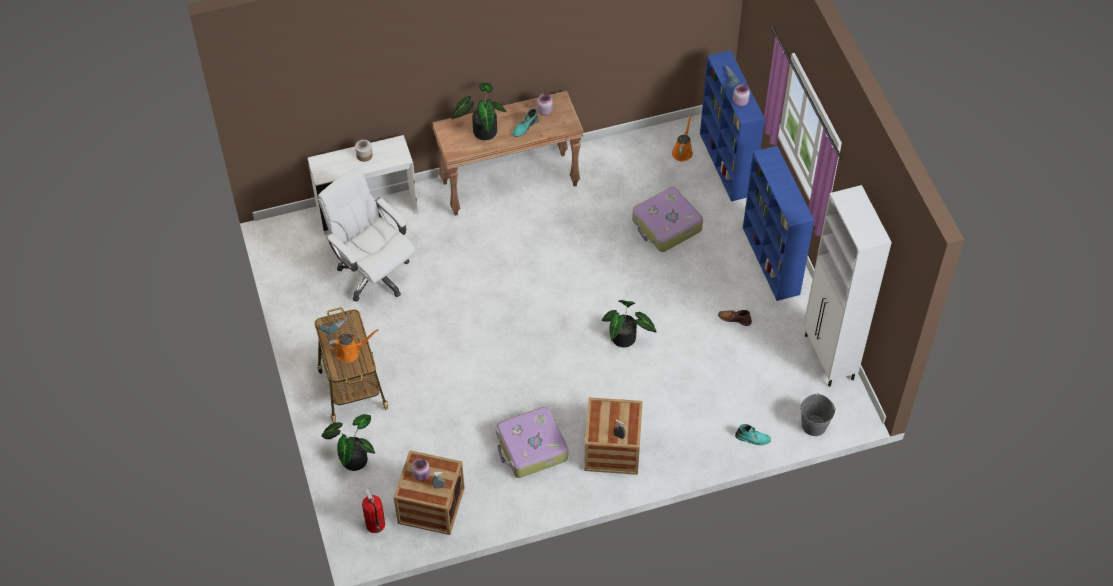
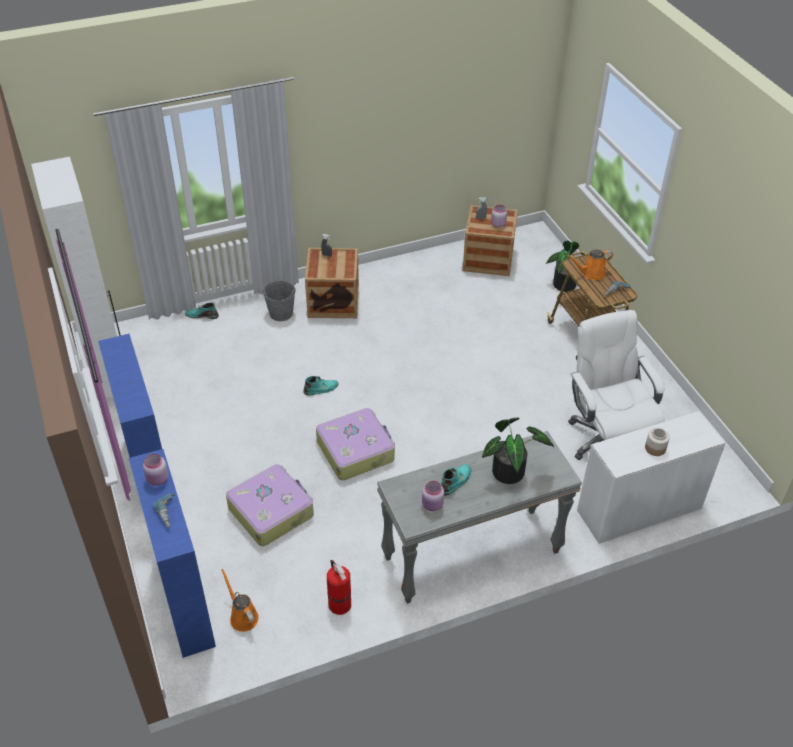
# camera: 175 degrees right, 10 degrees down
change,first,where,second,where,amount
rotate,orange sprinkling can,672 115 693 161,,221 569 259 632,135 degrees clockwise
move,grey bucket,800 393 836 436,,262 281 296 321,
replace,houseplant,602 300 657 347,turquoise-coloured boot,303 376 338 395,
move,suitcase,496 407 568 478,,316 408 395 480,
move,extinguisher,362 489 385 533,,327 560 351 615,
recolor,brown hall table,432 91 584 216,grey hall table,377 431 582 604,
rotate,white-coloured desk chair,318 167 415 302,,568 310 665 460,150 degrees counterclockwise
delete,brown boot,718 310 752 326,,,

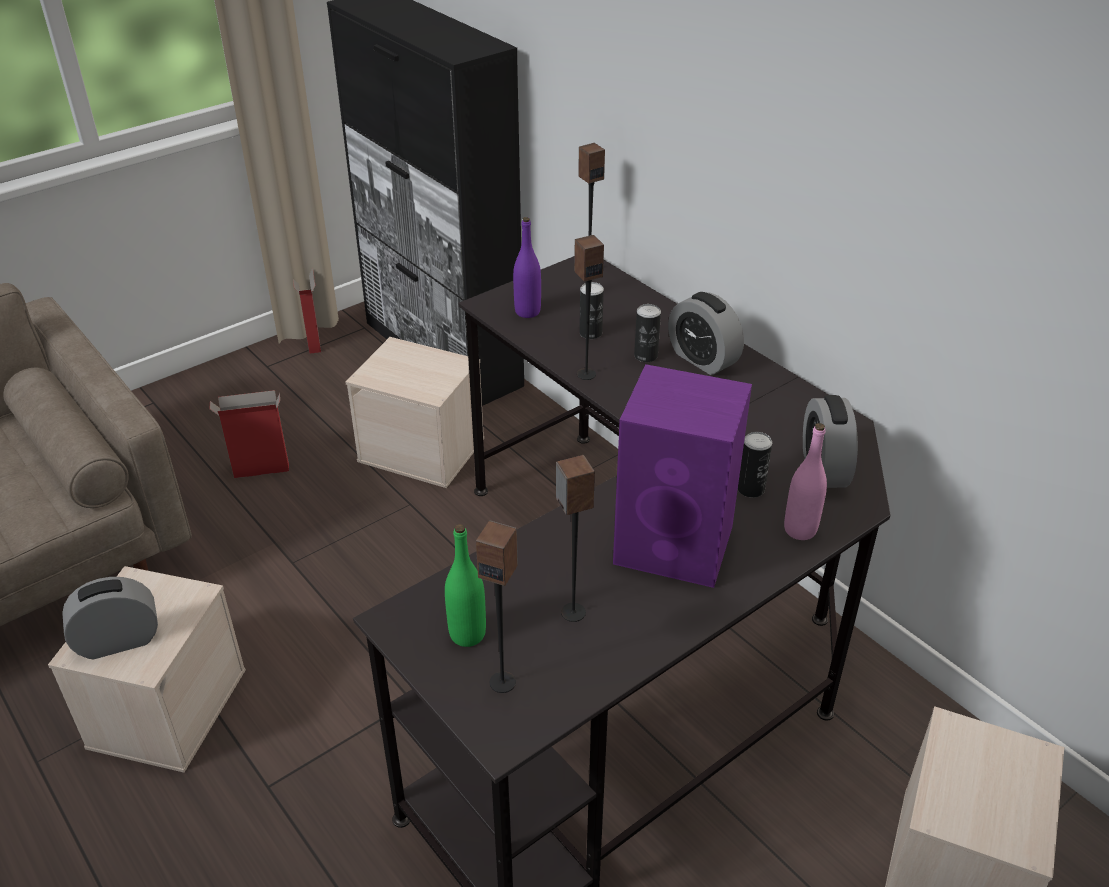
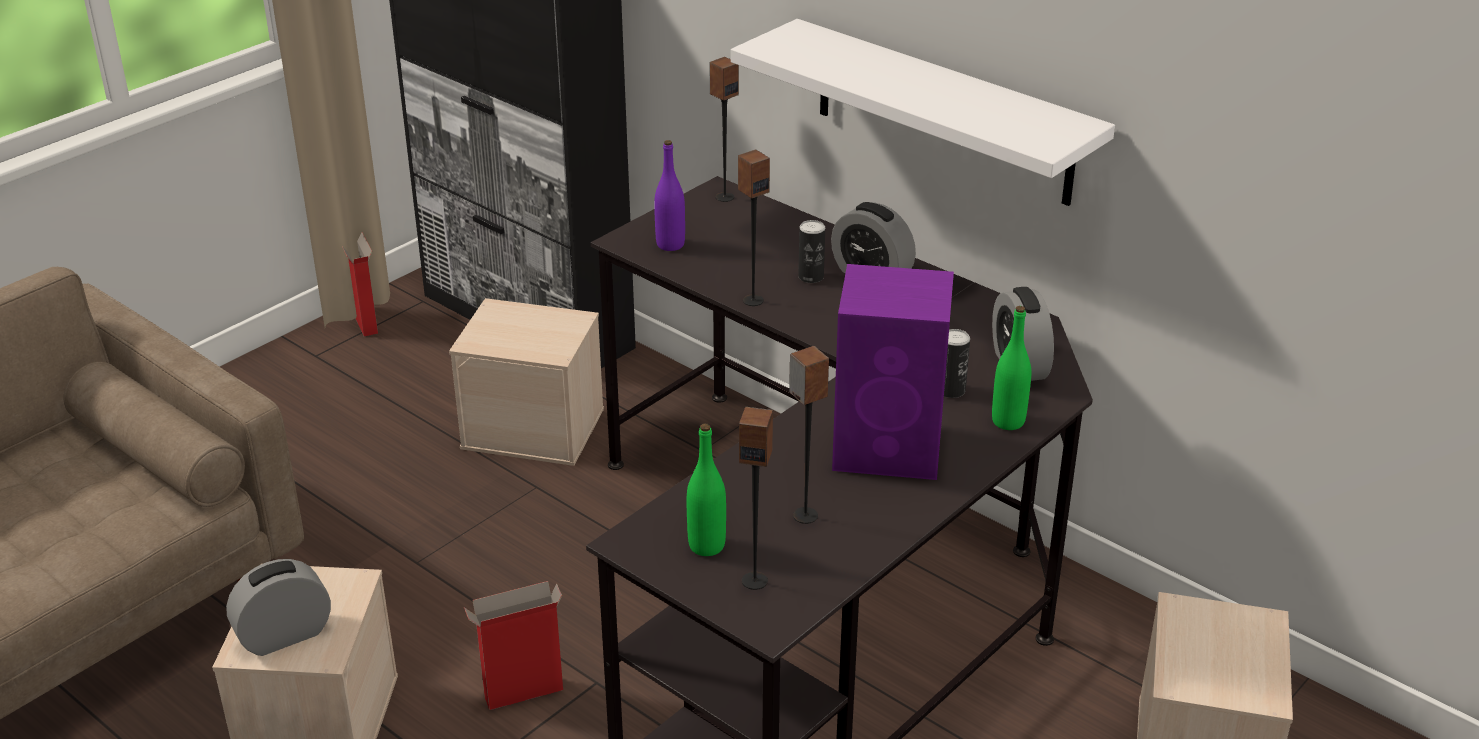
# camera: 10 degrees left, 5 degrees down
change,first,where,second,where,amount
move,packing box,210 390 289 478,,464 581 563 710,
insert,,,white-coloured shelf,731 19 1115 206,
recolor,pinkish bottle,784 423 827 540,green bottle,992 306 1031 430,
delete,can,579 282 604 339,,,

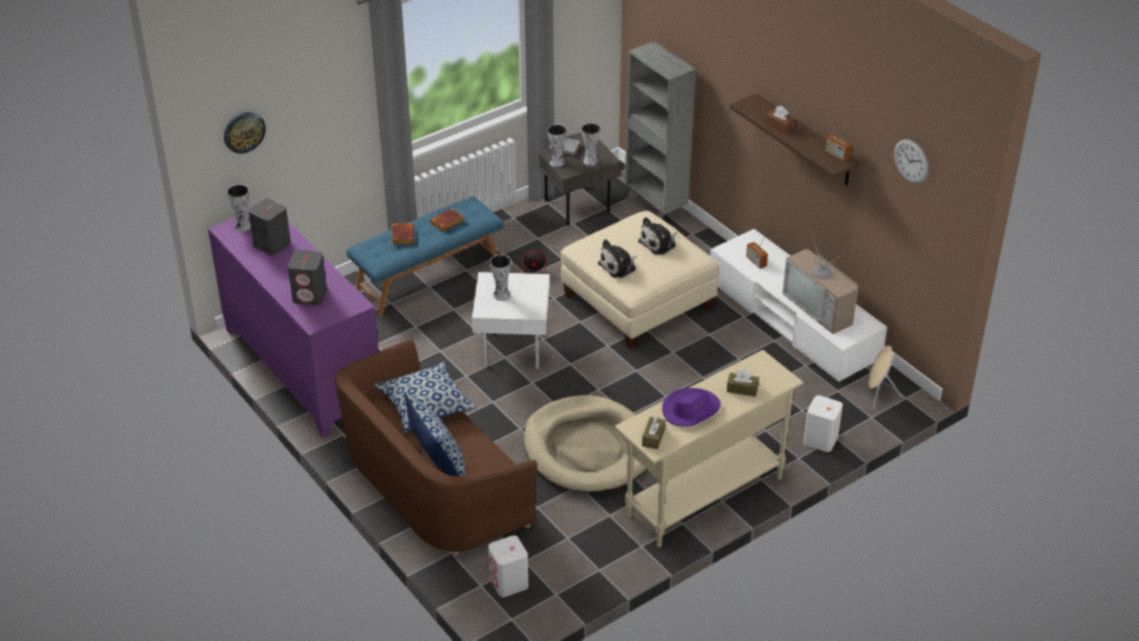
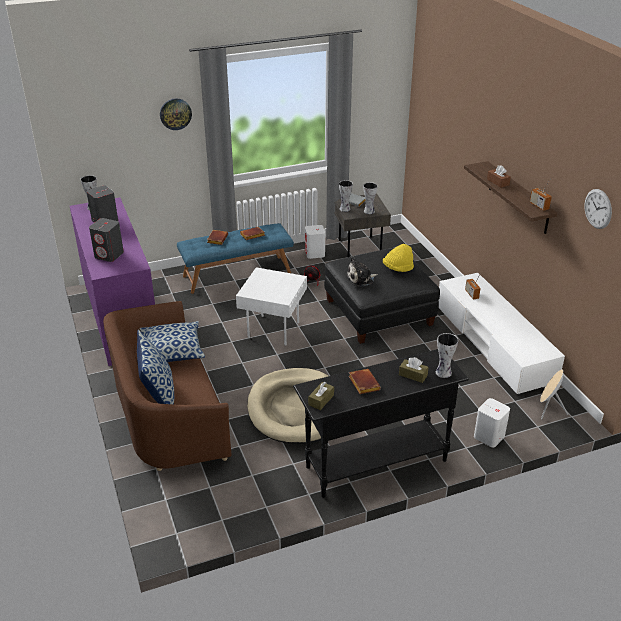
# camera: 15 degrees right, 5 degrees down
change,first,where,second,where,amount
move,wall clock,224 112 266 154,,160 98 192 130,
recolor,sand-coloured hall table,614 350 804 547,black hall table,293 349 469 498,
move,white-coloured speaker,488 535 528 597,,305 225 325 259,
recolor,sand-coloured footrest,561 211 719 349,black footrest,324 248 440 344,
replace,purple wearable hat,662 388 721 427,brown bound book,349 369 381 394,
replace,plush toy,638 217 677 255,yellow wearable hat,383 244 414 272,
move,vase,490 255 511 301,,436 333 459 378,
delete,grey bookcase,625 41 696 219,,,
delete,television,783 228 858 334,,,

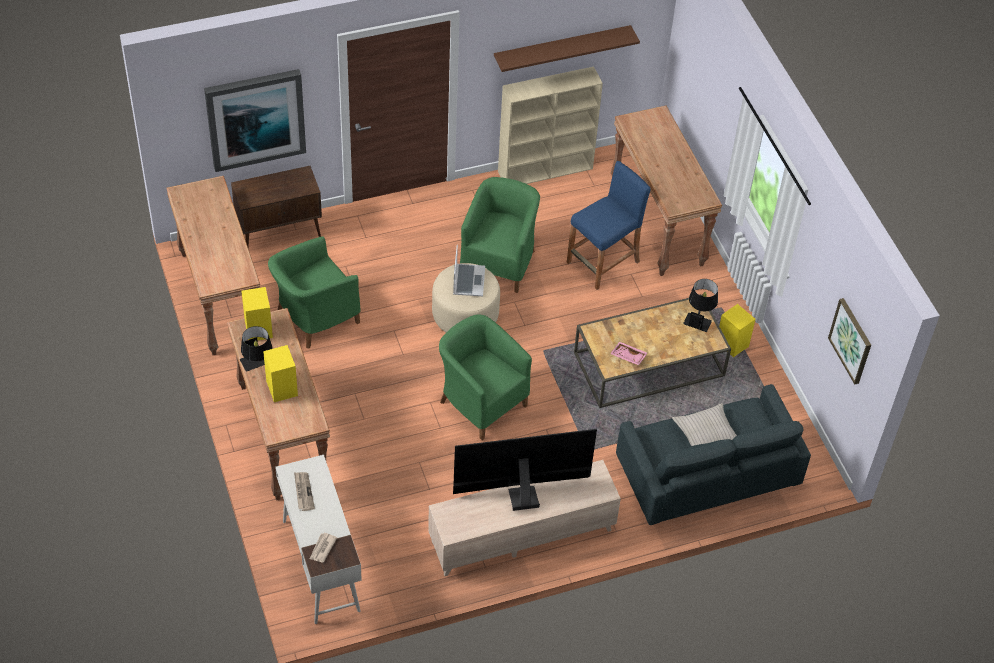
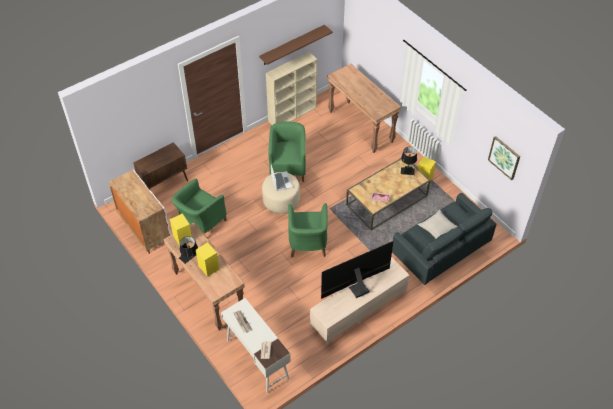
# camera: 15 degrees left, 0 degrees up
change,first,where,second,where,amount
replace,brown hall table,166 176 260 355,white-coloured storage cabinet,108 169 171 254,
rotate,green lounge chair,439 315 532 440,,288 203 328 258,120 degrees counterclockwise
delete,picture,204 69 306 172,,,
delete,blue sitting stool,567 161 651 290,,,

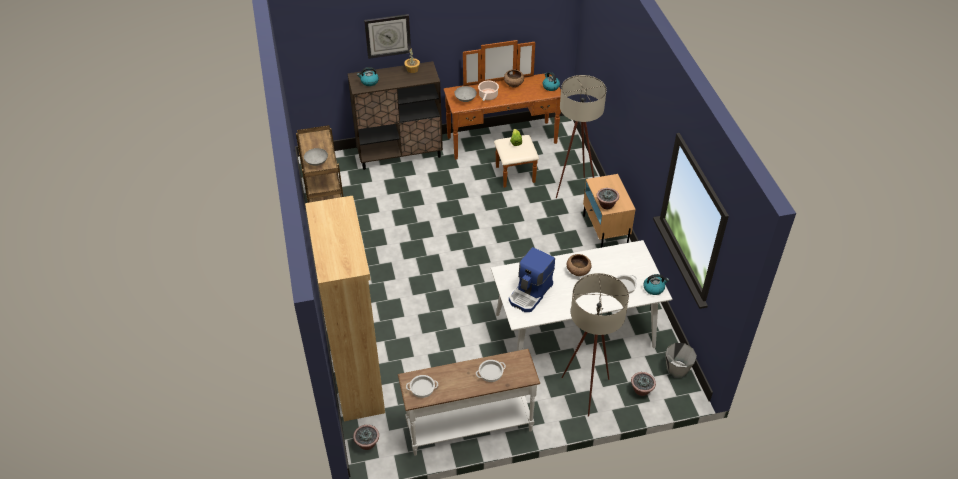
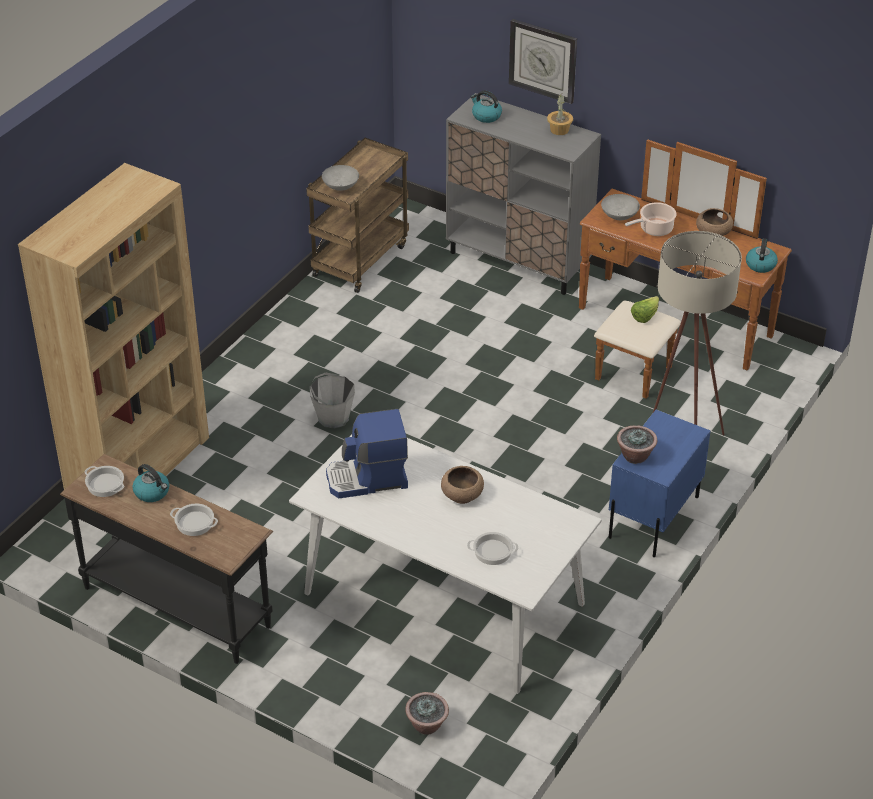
# camera: 45 degrees right, 5 degrees down
change,first,where,second,where,amount
recolor,white-coloured hall table,398 349 540 456,black hall table,60 454 273 664,
move,tea kettle,643 274 669 295,,132 464 169 502,
move,grey bucket,665 343 697 378,,310 372 355 429,
recolor,brown storage cabinet,347 61 443 170,grey storage cabinet,446 93 601 295,
recolor,sand-coloured night table,583 174 636 248,blue night table,609 410 710 557,
delete,houseplant,353 425 379 450,,,
delete,sand-coloured standing lamp,561 273 629 417,,,

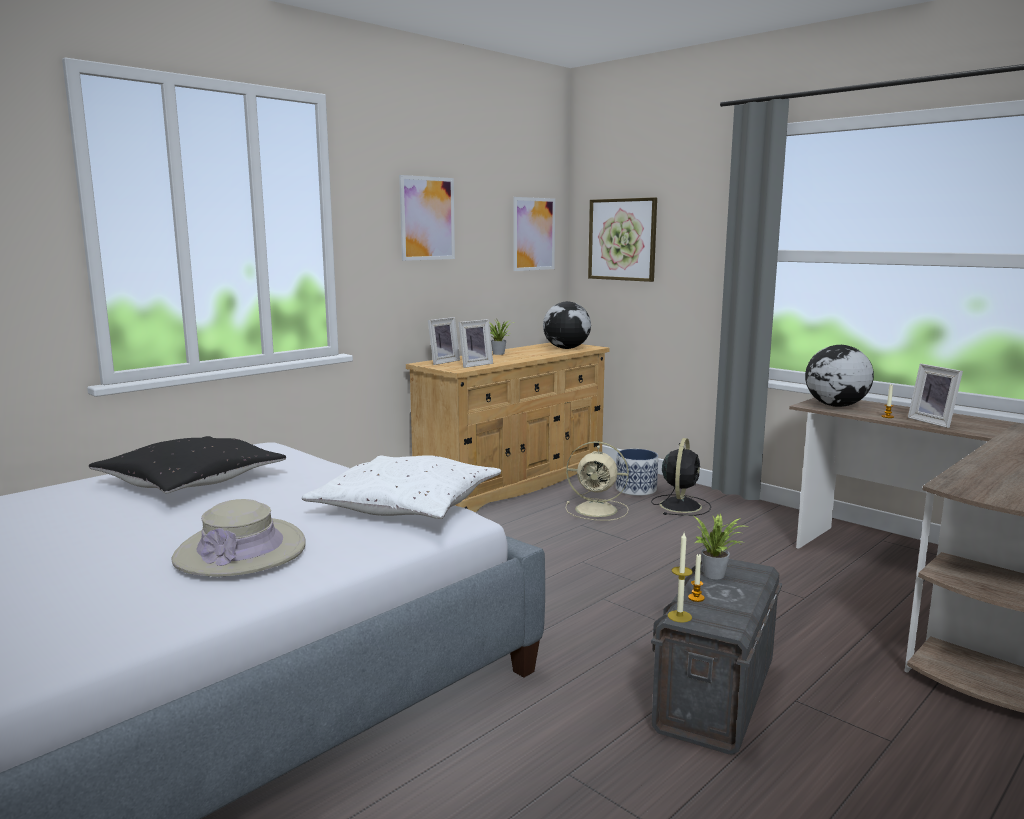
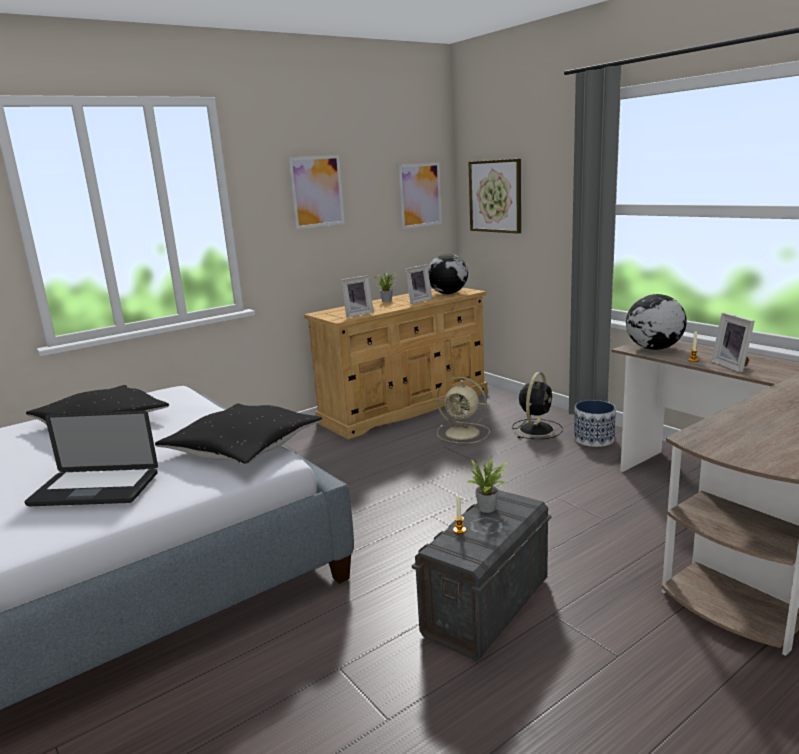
# camera: 10 degrees right, 5 degrees up
change,first,where,second,where,amount
replace,sand-coloured wearable hat,171 499 305 576,notebook computer,25 410 158 506,
recolor,white-coloured pillow,302 455 501 519,black pillow,155 403 322 465,
move,photo frame,428 317 460 365,,405 264 432 304,
move,planter,616 449 658 496,,574 400 616 447,
delete,wax candle,668 533 693 623,,,

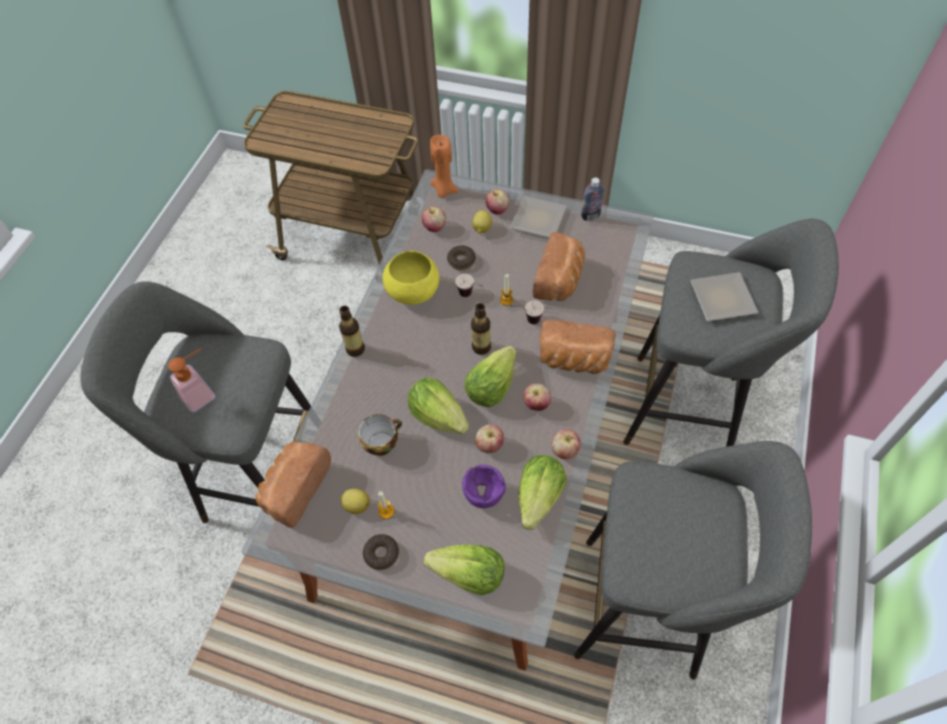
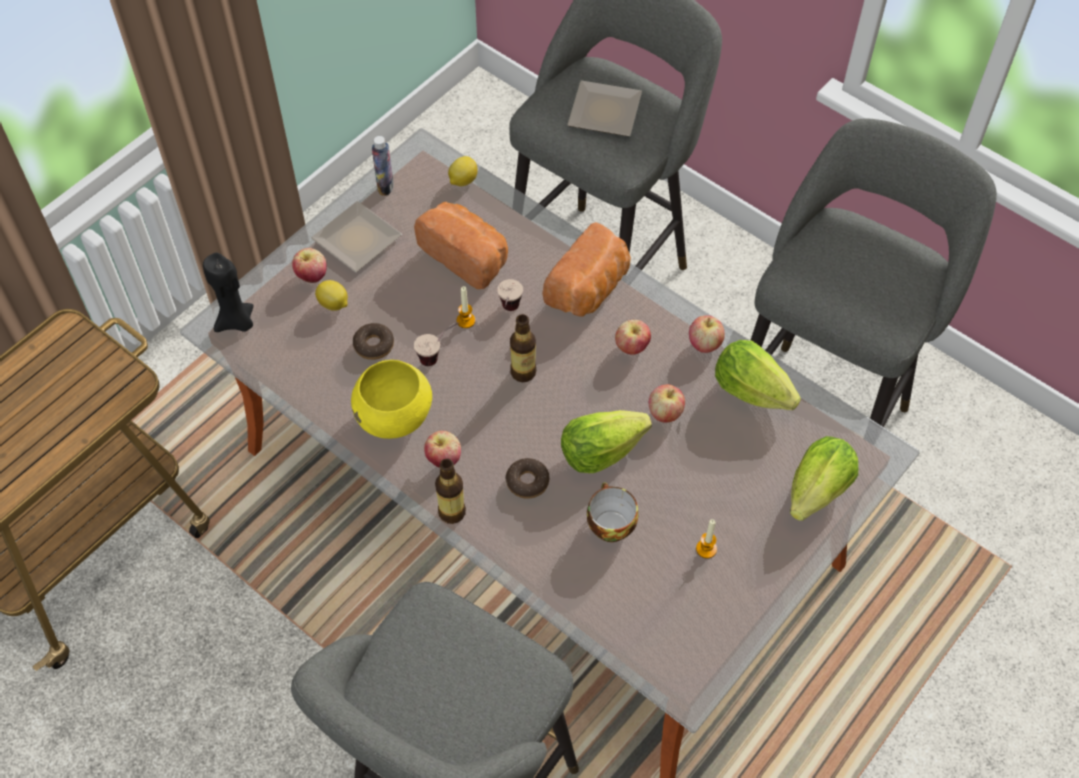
# camera: 70 degrees left, 0 degrees up
change,first,where,second,where,amount
recolor,orange wax candle,430 135 459 198,black wax candle,203 253 254 332,
move,whole apple,422 207 446 232,,424 431 461 468,
move,lemon,340 489 370 514,,448 156 478 186,
move,ring doughnut,363 534 399 570,,506 458 549 499,
delete,soap bottle,168 349 215 412,,,
delete,baked bread,255 441 331 528,,,
delete,purple serving bowl,462 465 506 508,,,
delete,lettuce head,464 346 517 408,,,

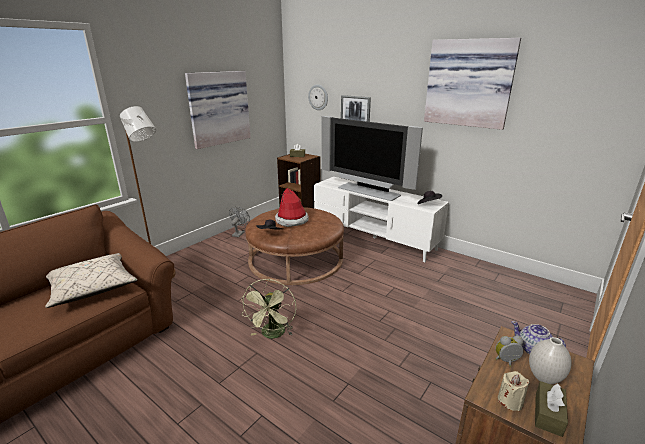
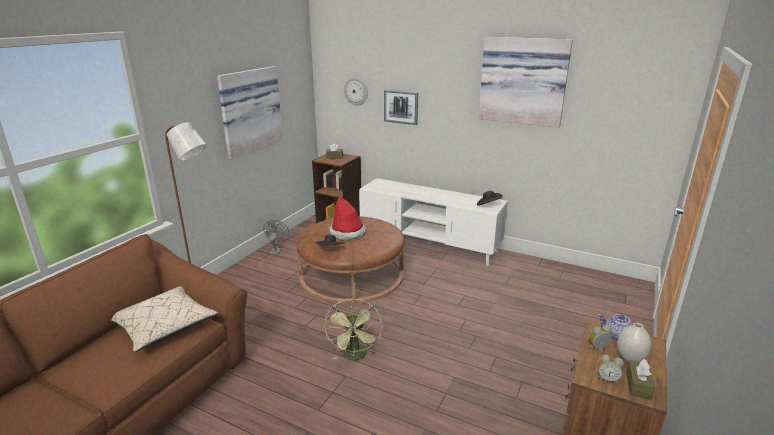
# camera: 10 degrees left, 0 degrees up
change,first,where,second,where,amount
replace,sand-coloured wax candle,498 371 530 411,table clock,597 354 624 384,
delete,television,321 116 423 201,,,

